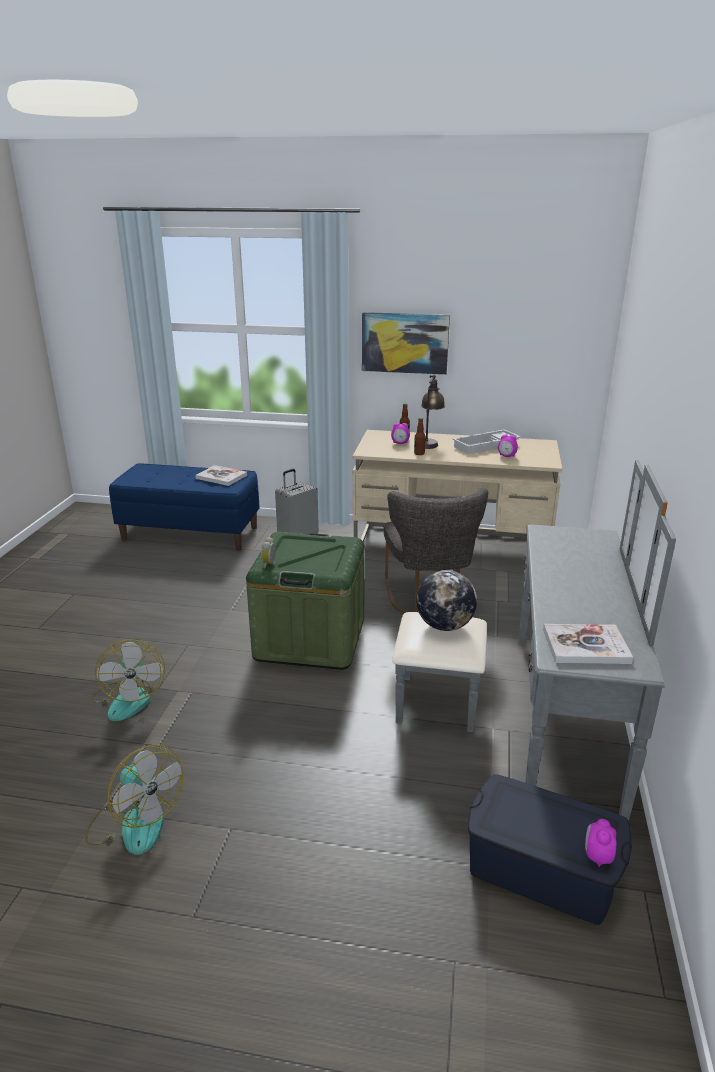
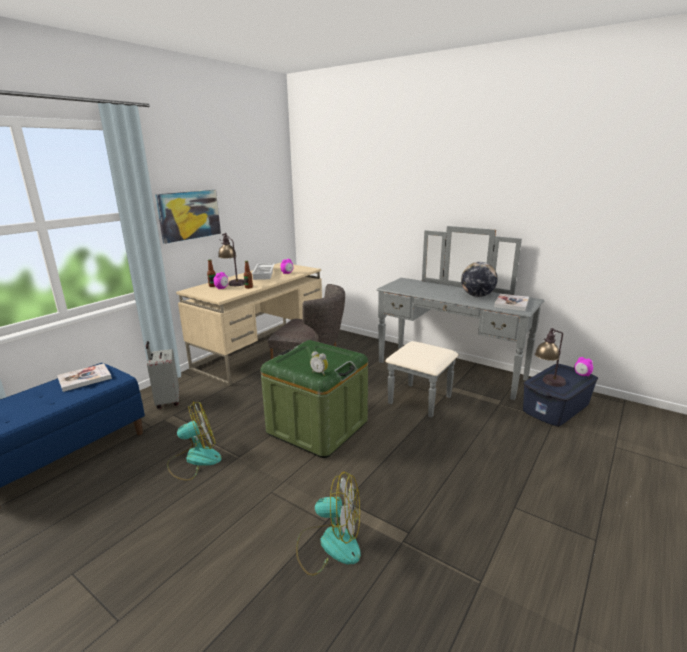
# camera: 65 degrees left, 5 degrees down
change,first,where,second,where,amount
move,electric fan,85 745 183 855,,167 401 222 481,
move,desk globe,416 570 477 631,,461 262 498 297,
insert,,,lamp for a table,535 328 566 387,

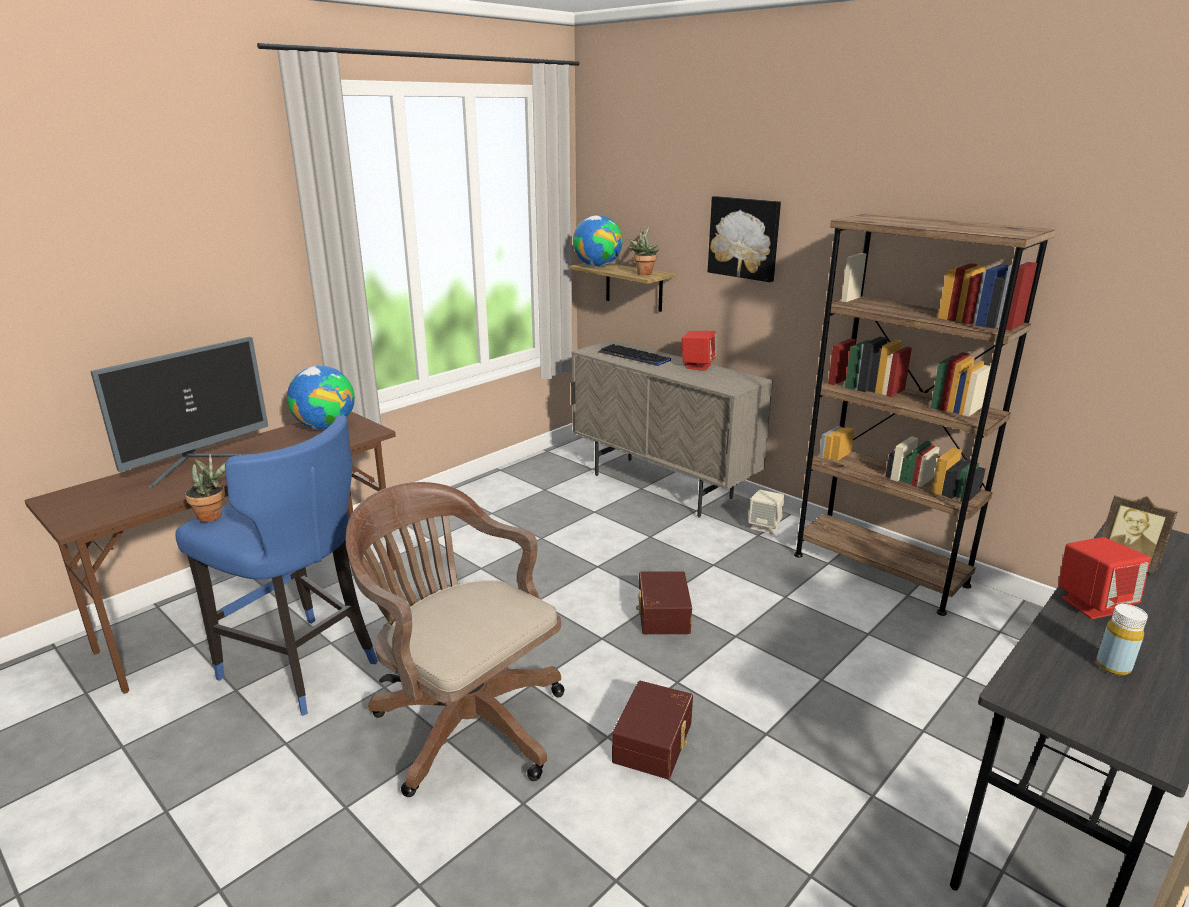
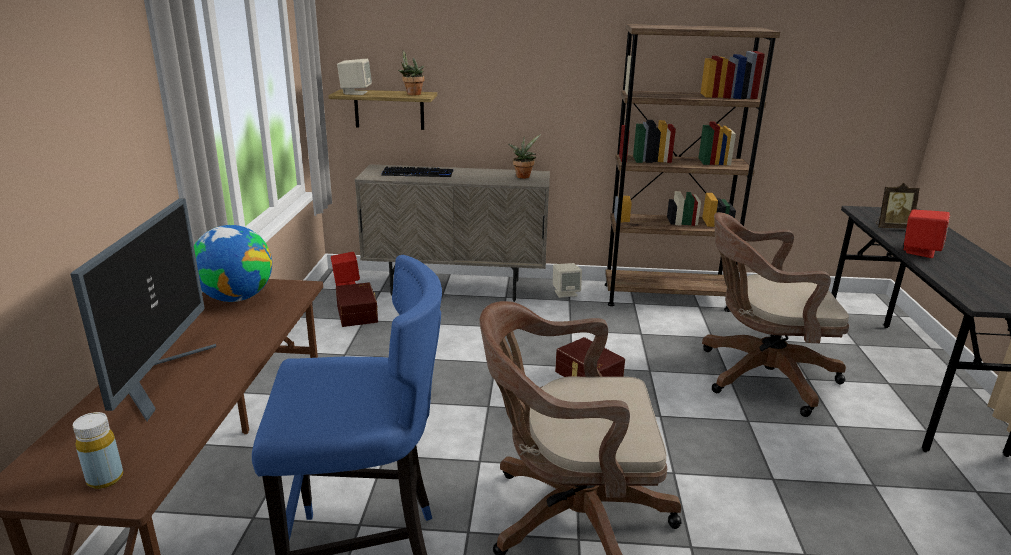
# camera: 40 degrees left, 0 degrees up
change,first,where,second,where,amount
move,yellow bottle,1096 604 1148 675,,73 412 123 489,
move,red speaker,682 331 717 371,,331 252 360 286,
move,brown storage box,612 681 693 779,,336 282 378 327,
replace,desk globe,573 215 623 267,sand-coloured speaker,337 59 372 95,
move,houseplant,185 453 241 522,,509 134 541 179,
insert,,,brown desk chair,702 212 849 417,
delete,picture,708 196 781 282,,,

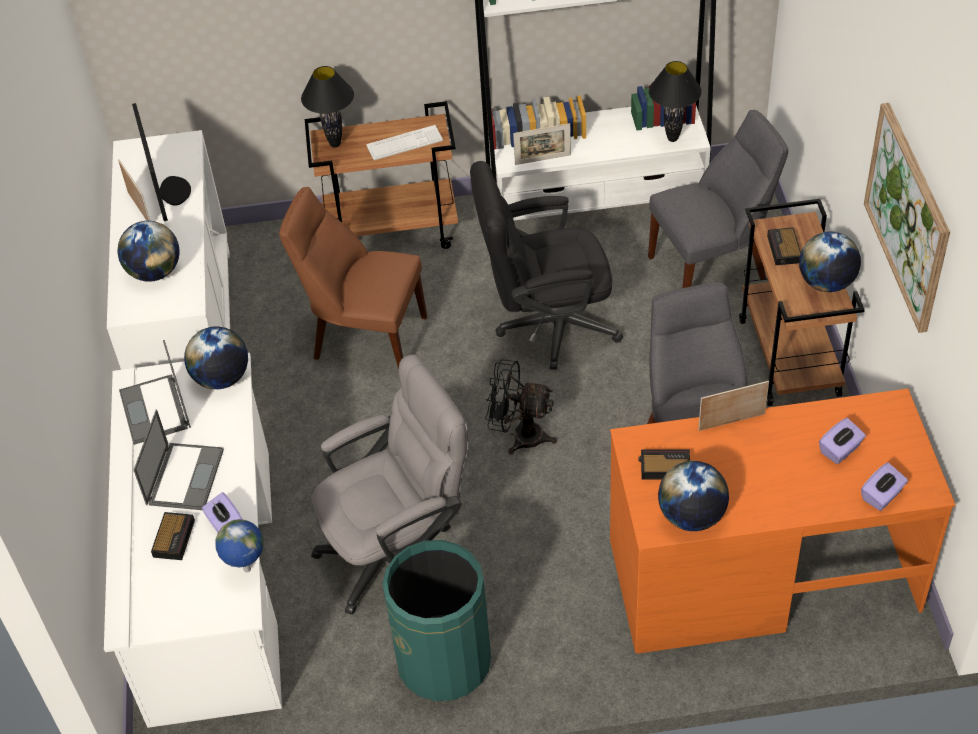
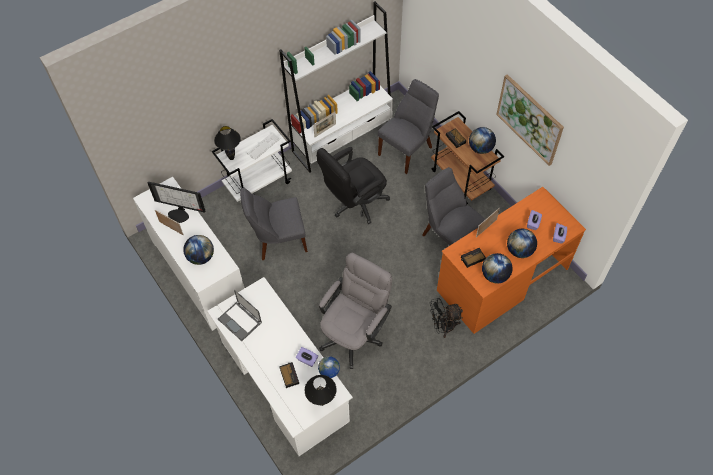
# camera: 30 degrees left, 10 degrees up
change,first,where,second,where,amount
rotate,monitor,132 103 191 221,,148 182 205 223,150 degrees clockwise
recolor,brown trolley,305 101 458 249,white-coloured trolley,212 119 292 202,
recolor,brown chair,279 187 427 369,grey chair,240 188 308 260,
move,black lamp for a table,649 61 702 142,,305 375 337 406,
move,black electric fan,485 359 557 455,,430 298 463 338,
move,desk globe,184 326 248 389,,507 229 537 258,
delete,notebook computer,134 410 224 510,,,
delete,green rubbish bin,383 540 491 701,,,

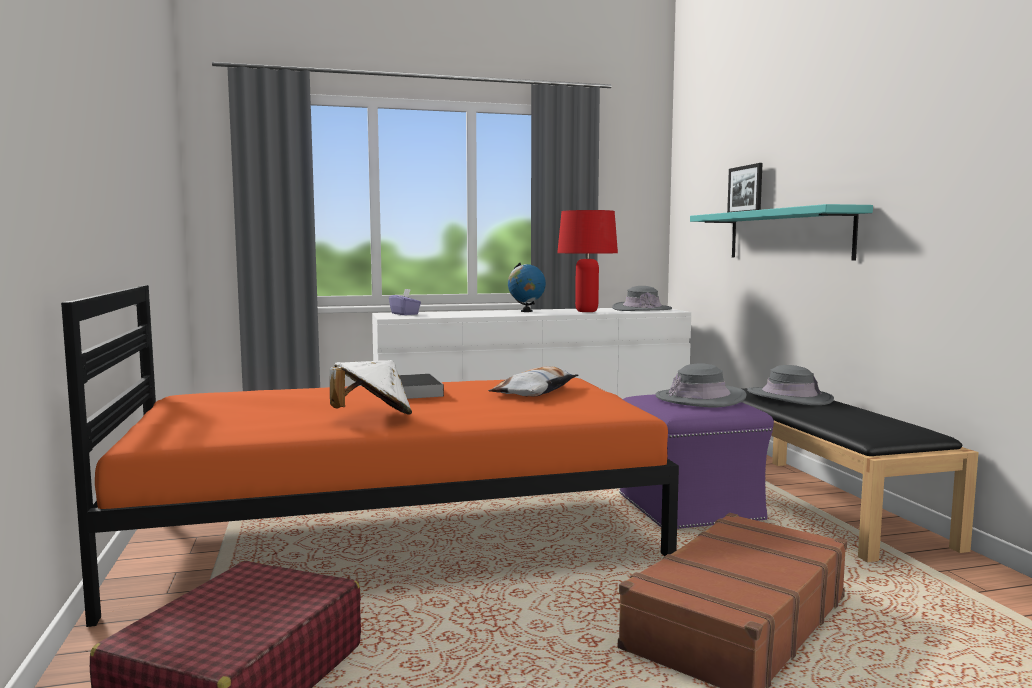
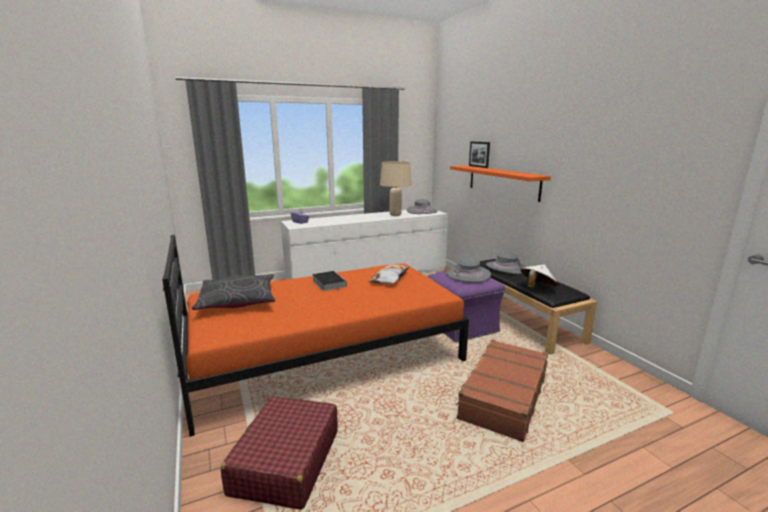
# camera: 10 degrees left, 10 degrees up
change,first,where,second,where,amount
insert,,,grey pillow,192 274 275 310,
recolor,red lamp for a table,557 210 618 312,sand-coloured lamp for a table,380 161 412 216,
recolor,turquoise-coloured shelf,690 204 873 261,orange shelf,450 165 551 202,
move,white-coloured wearable hat,330 360 412 415,,520 264 558 288,
delete,desk globe,508 263 546 312,,,

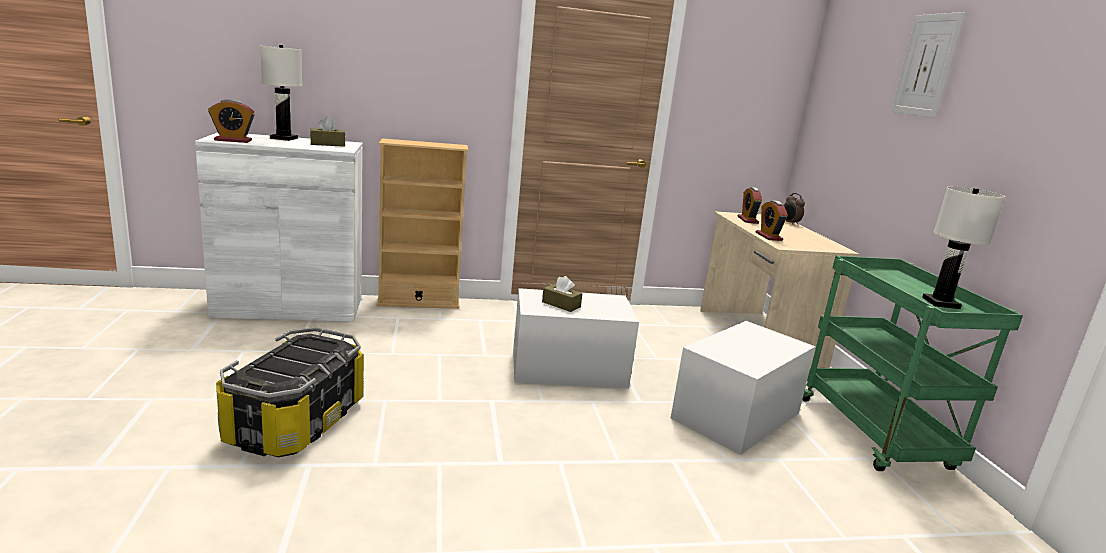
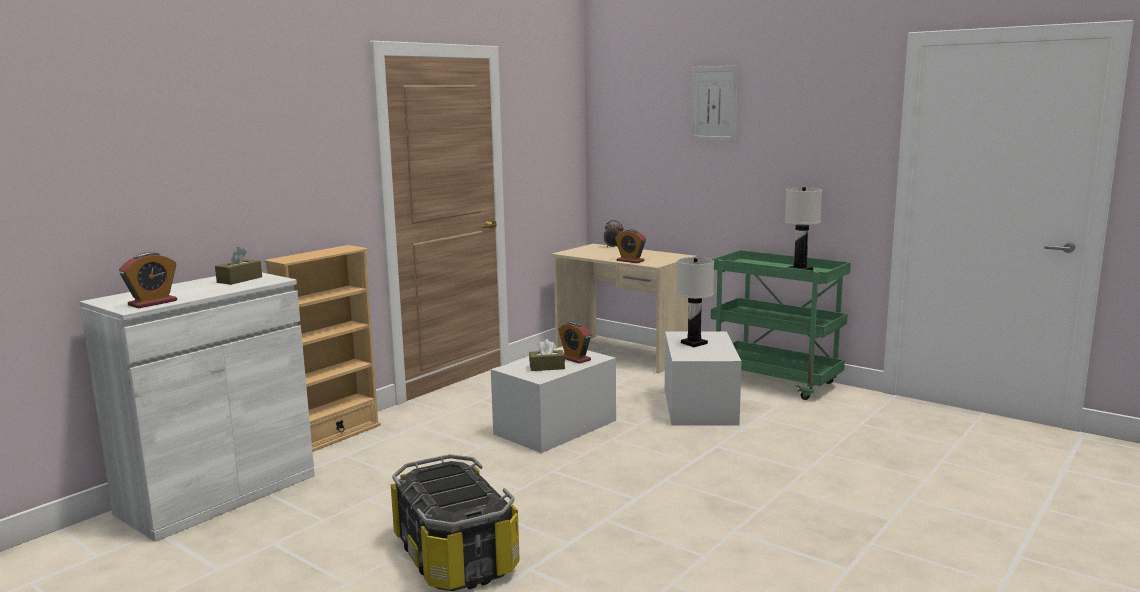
# camera: 40 degrees left, 5 degrees down
change,first,where,second,where,amount
move,table clock,738 187 762 224,,558 321 591 364,
move,white-coloured lamp for a table,260 45 302 141,,677 257 714 347,

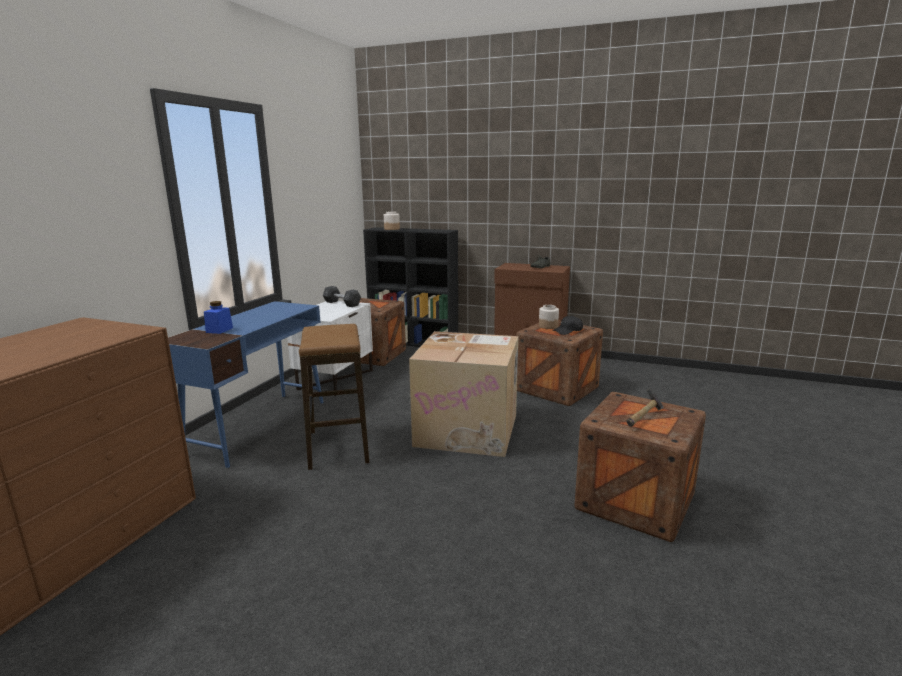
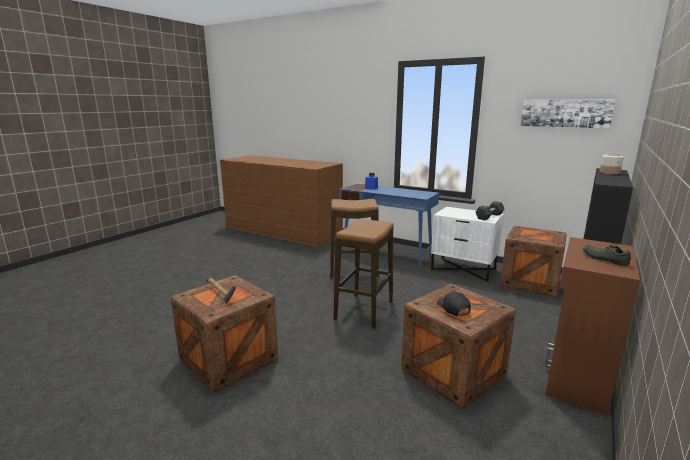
# camera: 100 degrees right, 0 degrees up
change,first,where,second,where,amount
replace,packing box,409 331 518 457,sitting stool,333 219 394 329,
insert,,,picture,520 99 615 128,
delete,preserve jar,539 305 559 329,,,

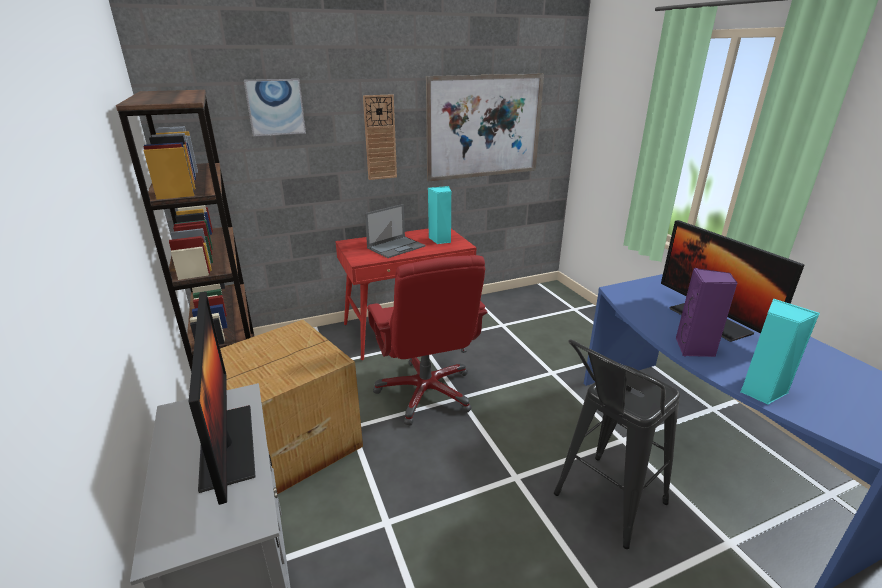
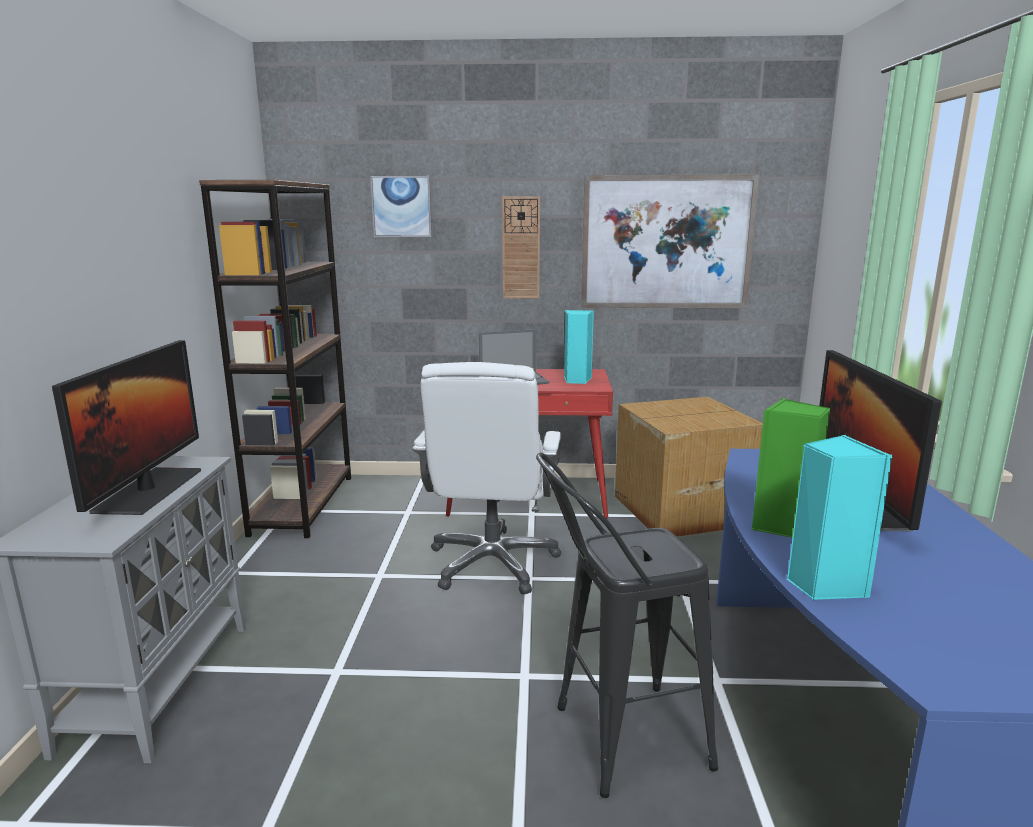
# camera: 25 degrees right, 10 degrees down
change,first,where,second,where,amount
recolor,red desk chair,367 255 487 426,white-coloured desk chair,412 362 561 594,
move,packing box,220 320 363 494,,615 397 763 537,
recolor,purple speaker,676 268 738 357,green speaker,752 398 830 538,

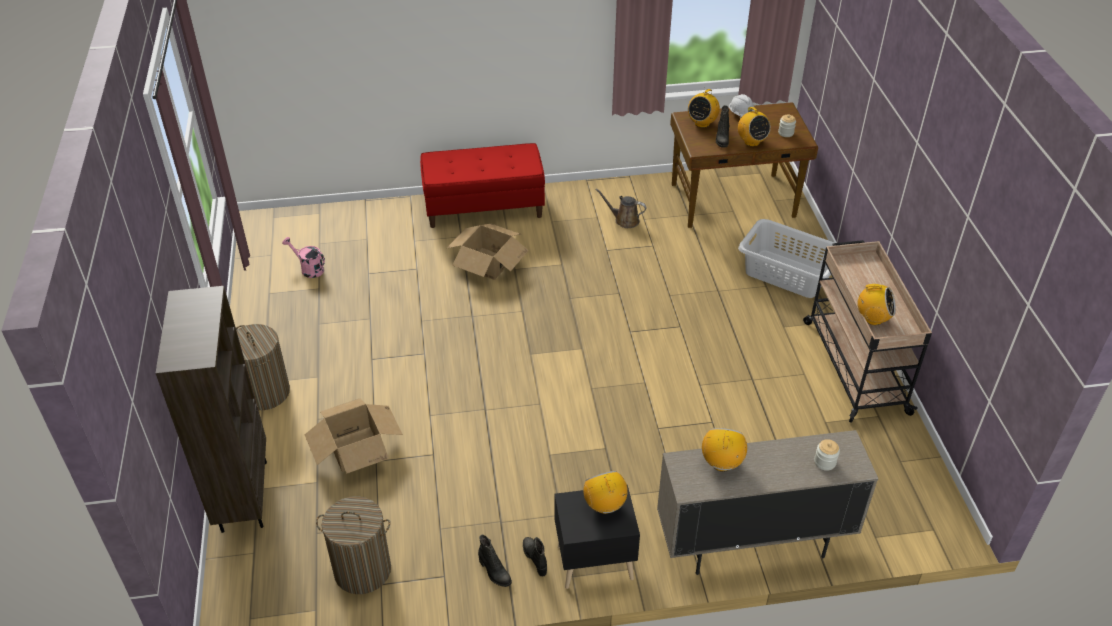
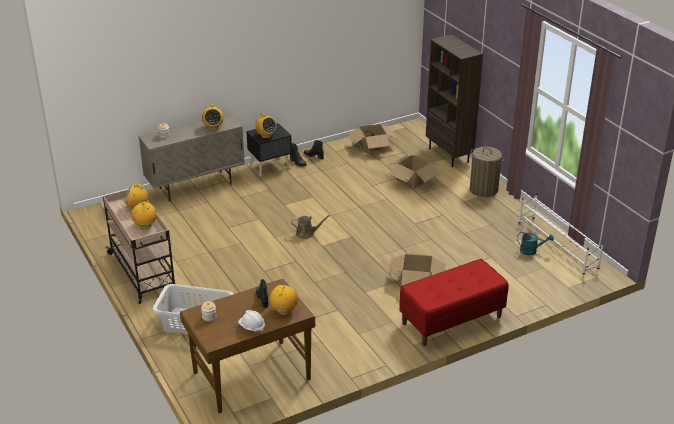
# camera: 160 degrees right, 10 degrees down
change,first,where,second,where,amount
move,radio set,738 107 771 147,,131 202 157 229,
move,brown sprinkling can,596 189 647 228,,291 215 330 239,
replace,laundry basket,316 496 391 594,packing box,348 124 397 153,
recolor,pinkish sprinkling can,282 237 325 278,turquoise-coloured sprinkling can,517 232 554 255,
insert,,,white-coloured shoe shelf,519 193 604 275,

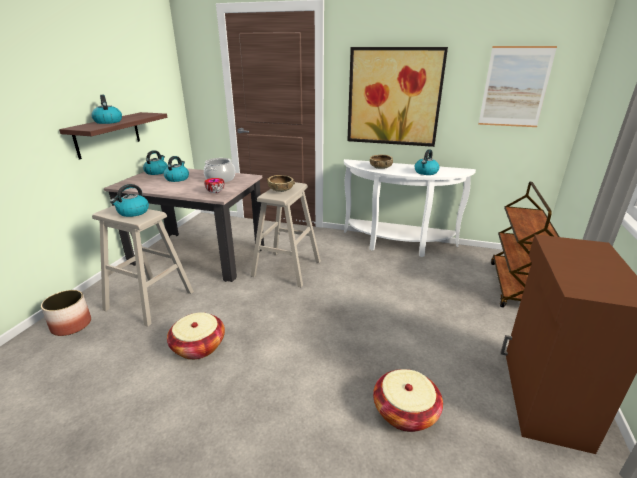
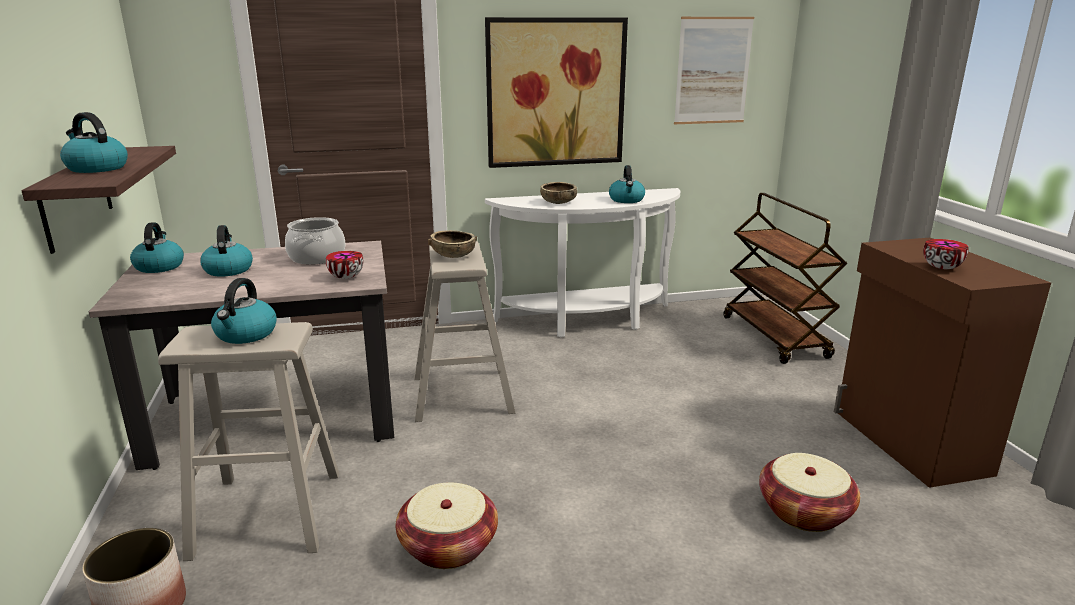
# camera: 30 degrees left, 5 degrees down
change,first,where,second,where,amount
insert,,,serving bowl,923 239 969 269,

